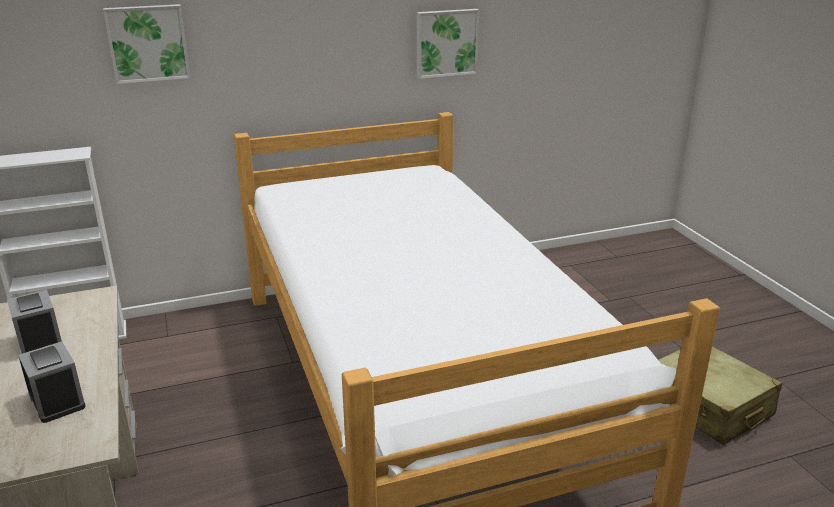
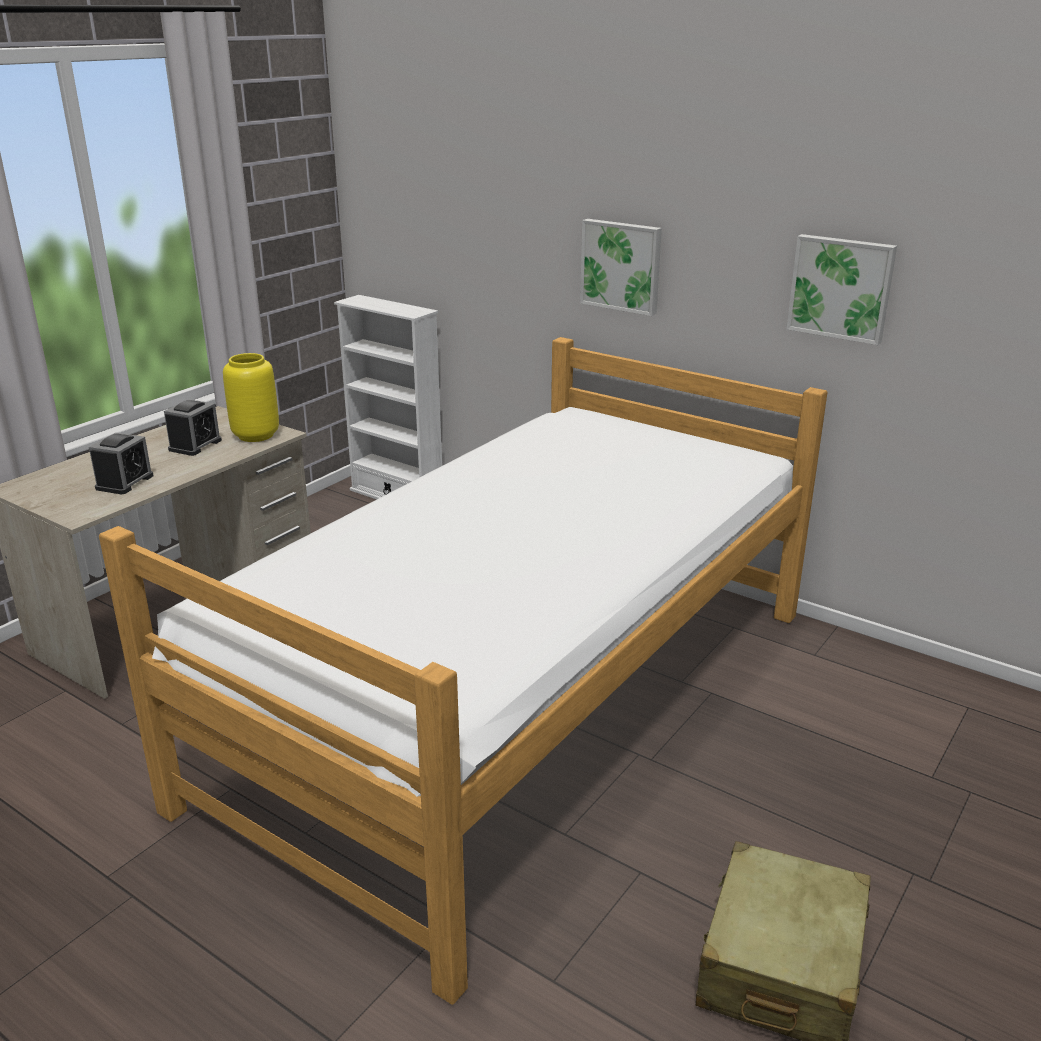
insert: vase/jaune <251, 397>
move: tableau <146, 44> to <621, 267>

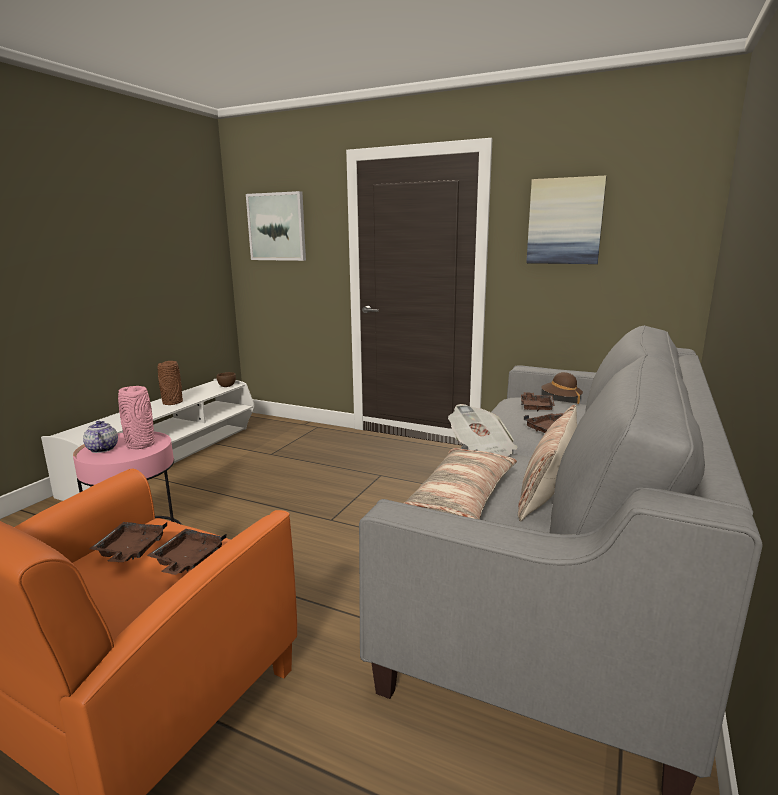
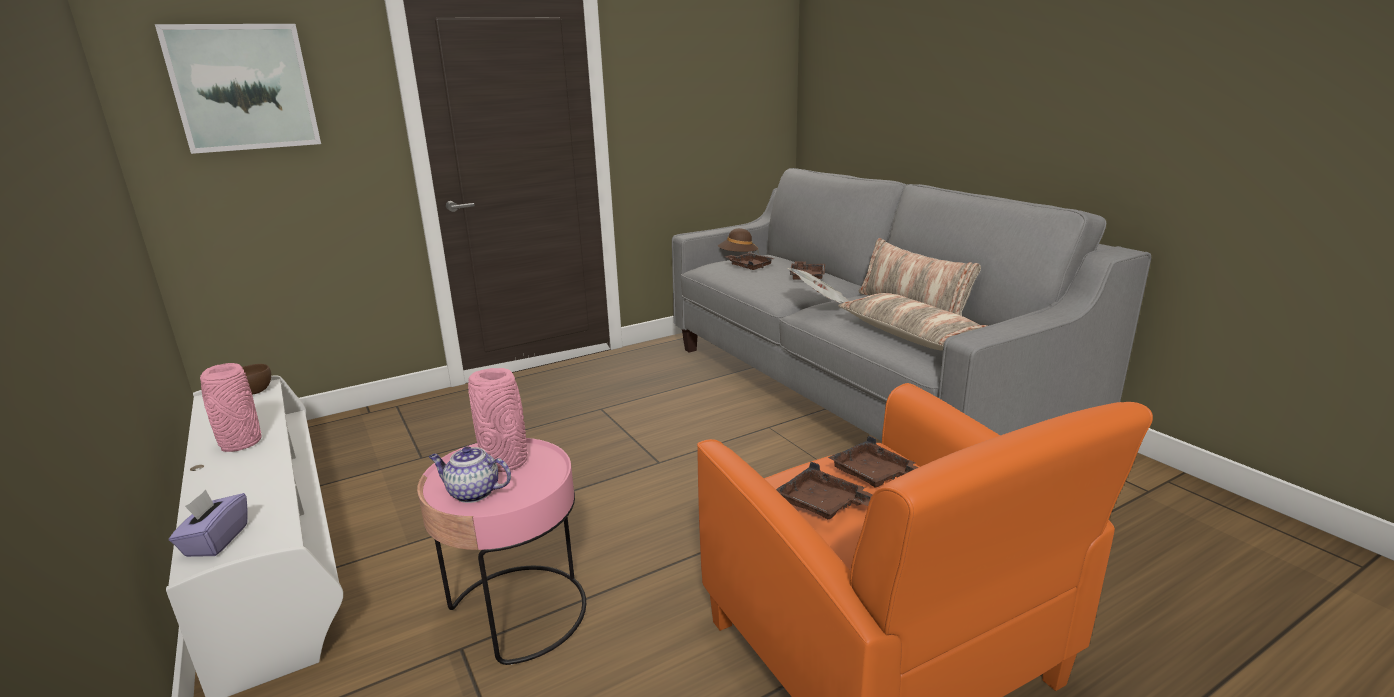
delete: tableau <566, 220>
insert: boîte à mouchoirs/violet <208, 523>
recolor: vase/marron <170, 383> to vase/rose <231, 407>

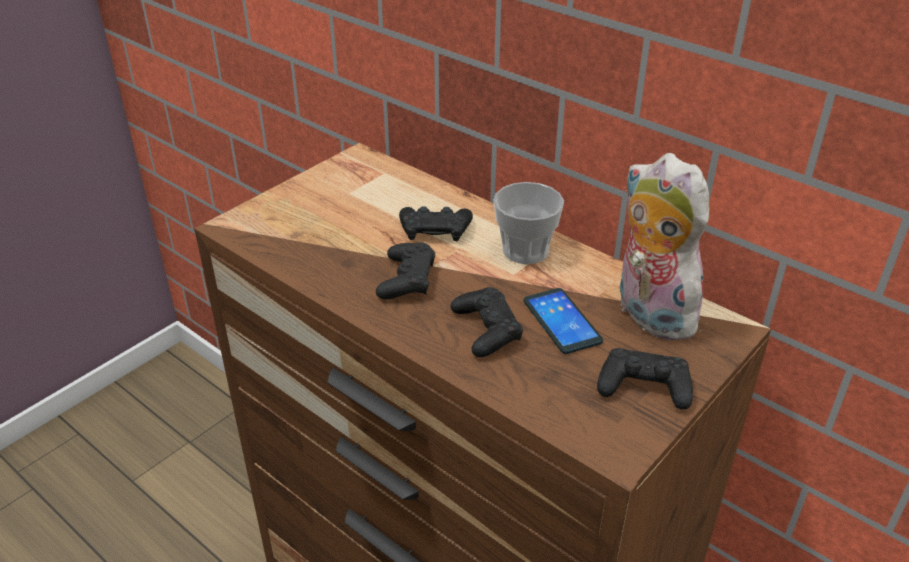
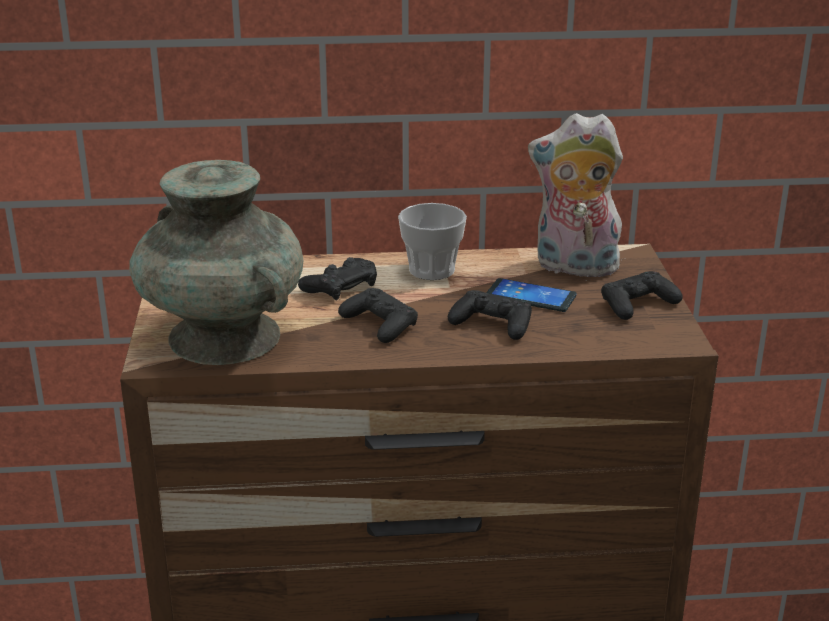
insert: vase/turquoise <216, 262>

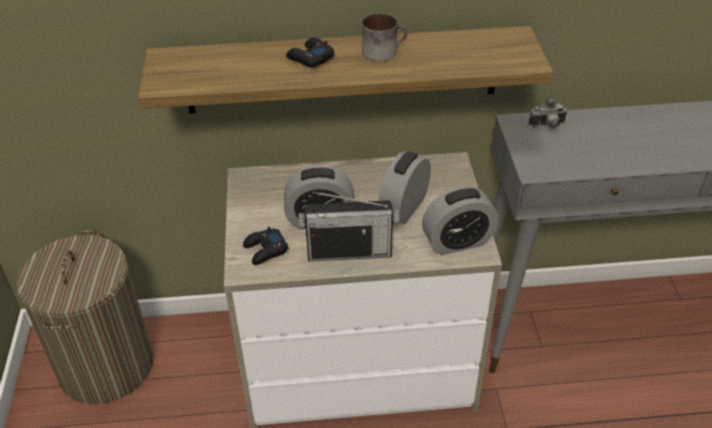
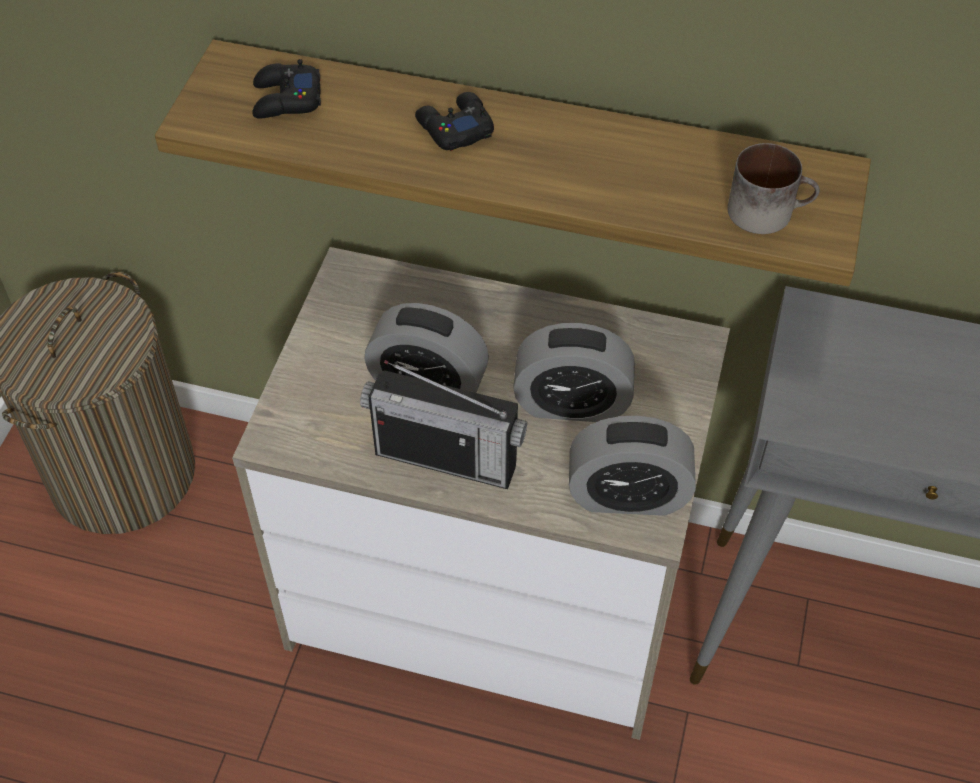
delete: appareil photo <548, 111>
move: mug <385, 37> to <773, 188>; manette/noir <265, 246> to <286, 89>
rotate: réveil <405, 187> = <574, 372> 135 degrees counterclockwise

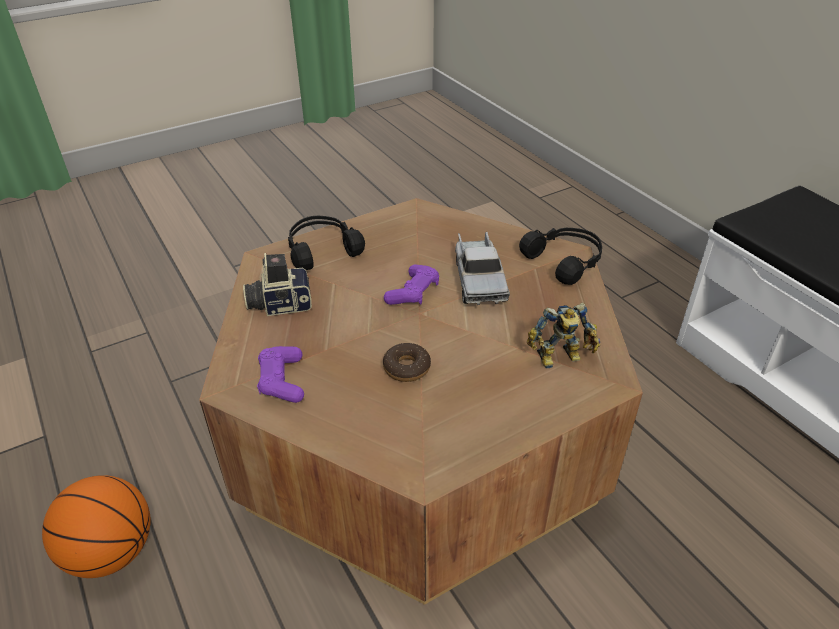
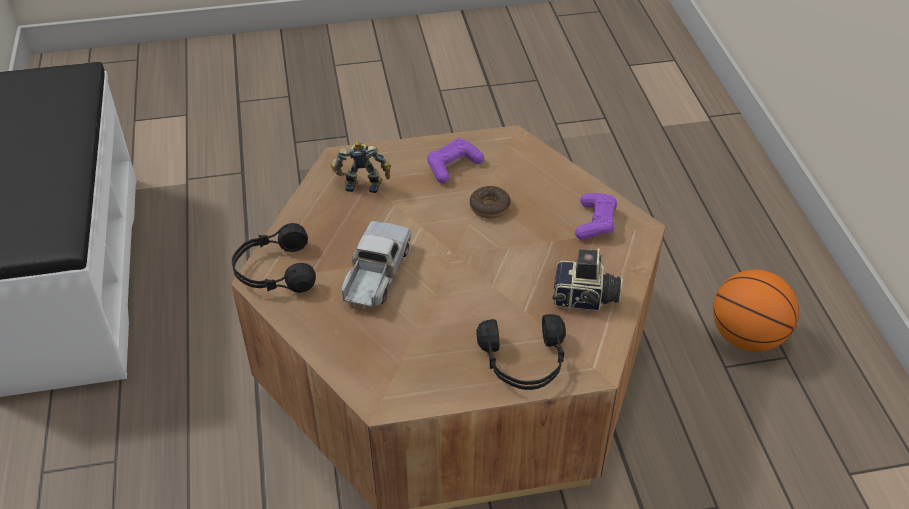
move: manette/violet <411, 284> to <455, 161>

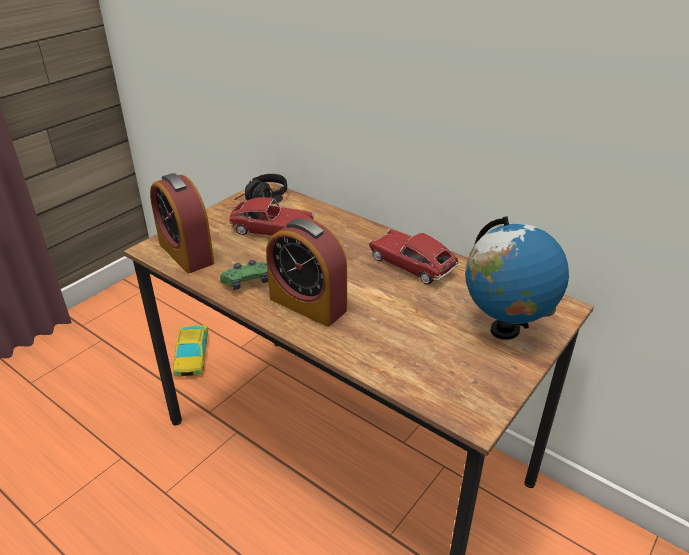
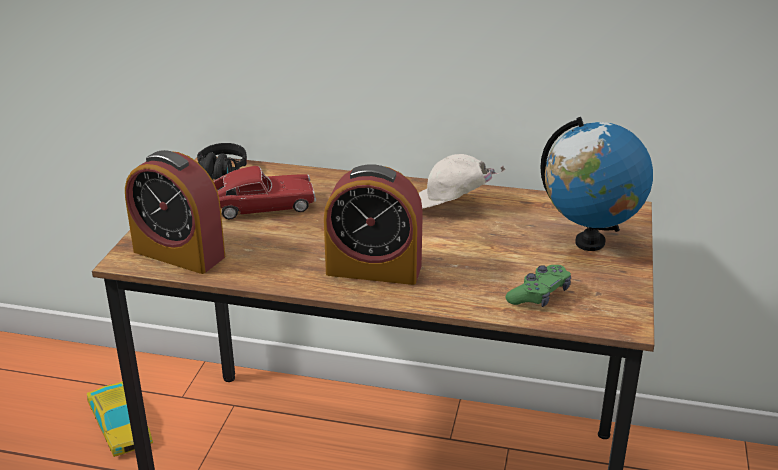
move: manette/vert <244, 275> to <538, 286>
replace: petite voiture <413, 257> to casquette/blanc <462, 181>

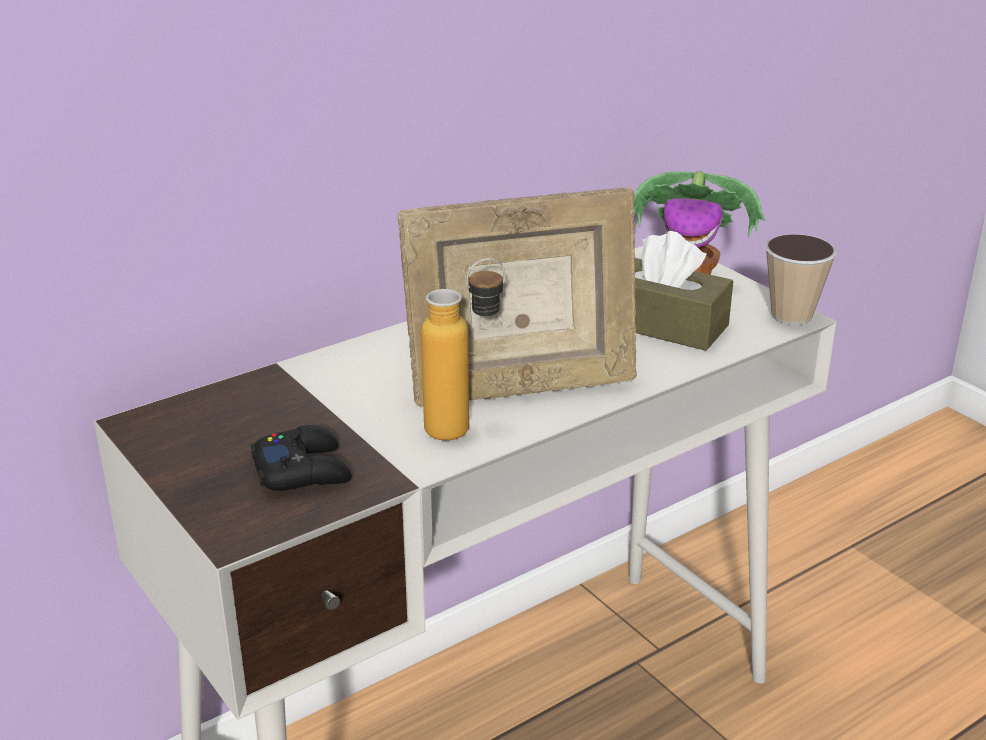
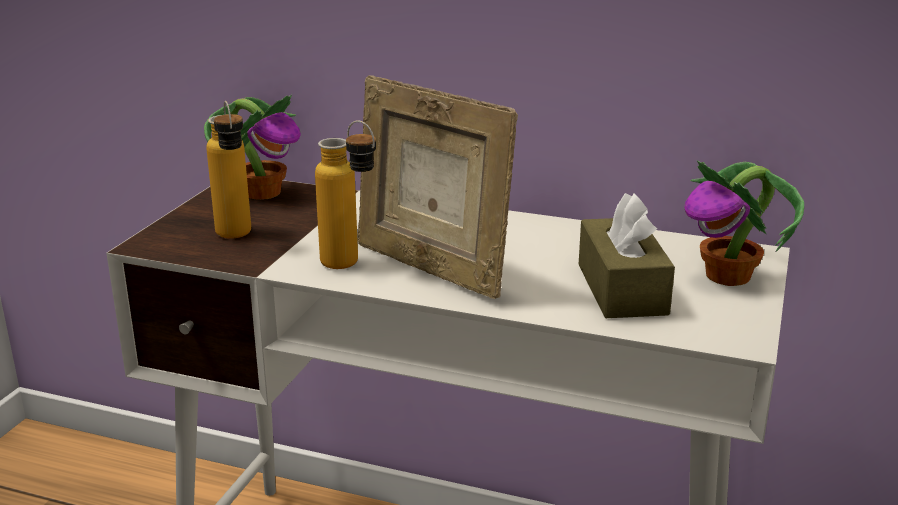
delete: tasse <801, 279>
insert: plante en pot <252, 147>
replace: manette/noir <301, 458> to bouteille <228, 170>

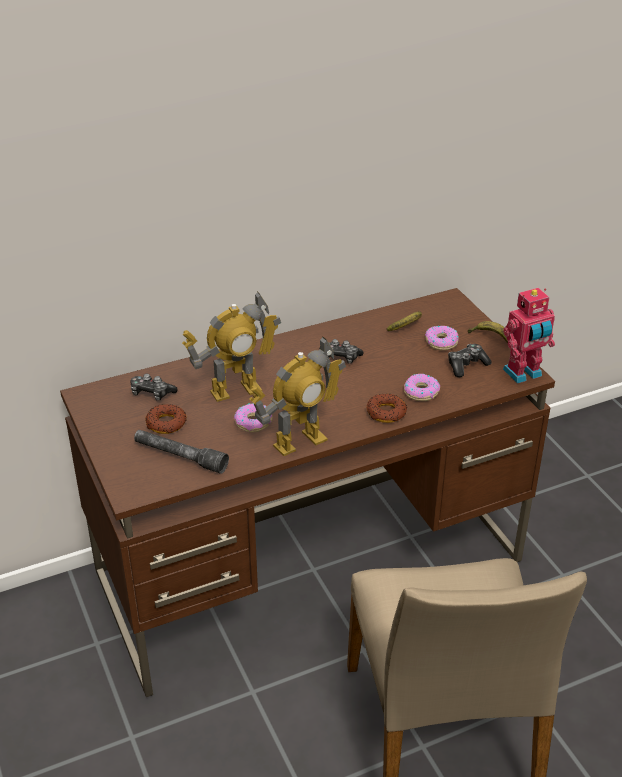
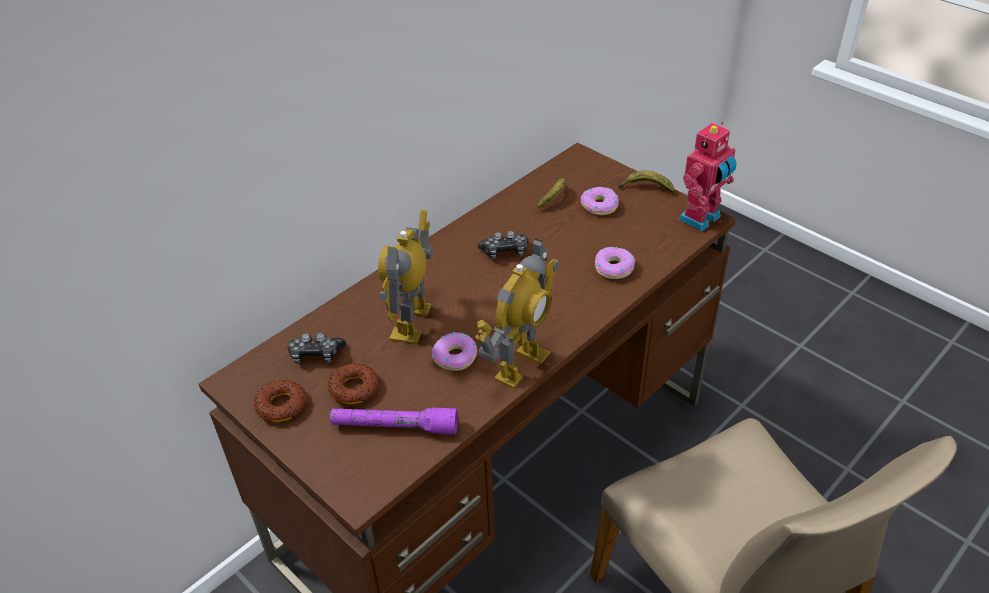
delete: manette <470, 360>
move: beignet <386, 408> to <280, 401>
recolor: lampe de poche/gris <181, 452> to lampe de poche/violet <394, 421>
rotate: robot jouet <231, 346> = <406, 277> 150 degrees clockwise

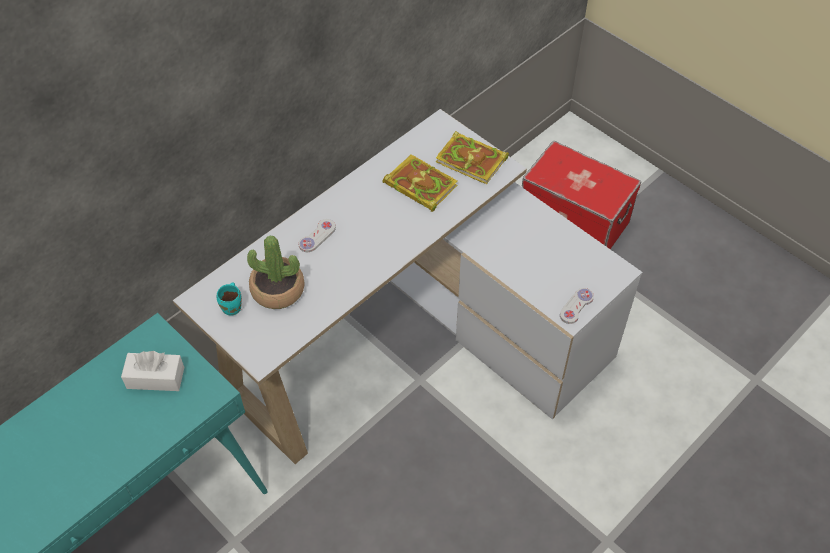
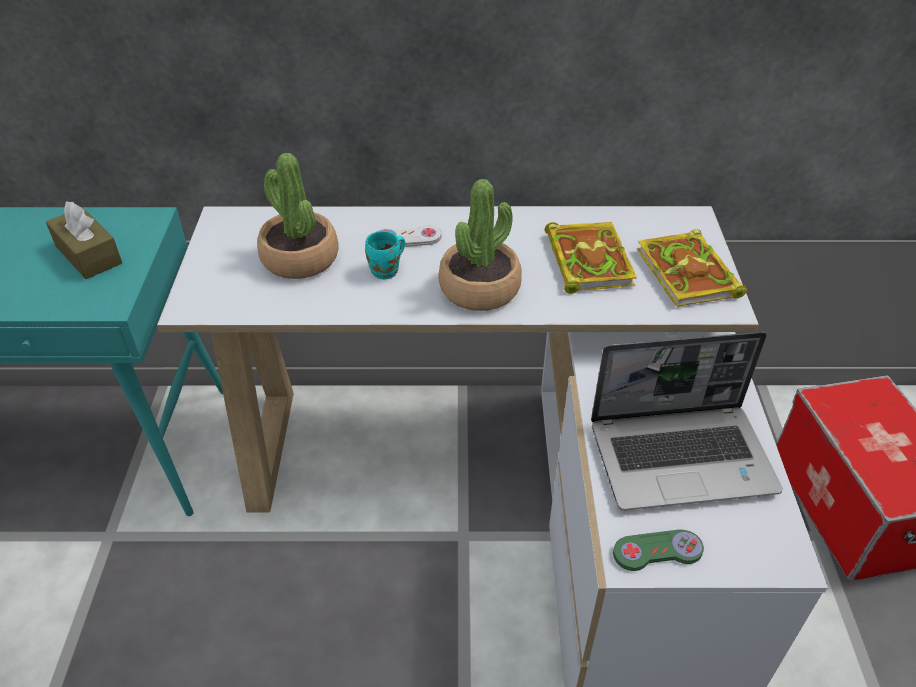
insert: plante en pot <480, 245>; ordinateur portable <687, 421>
move: mug/turquoise <229, 299> to <385, 255>
recolor: manette/blanc <577, 306> to manette/vert <658, 550>; boîte à mouchoirs/blanc <152, 371> to boîte à mouchoirs/marron <84, 240>

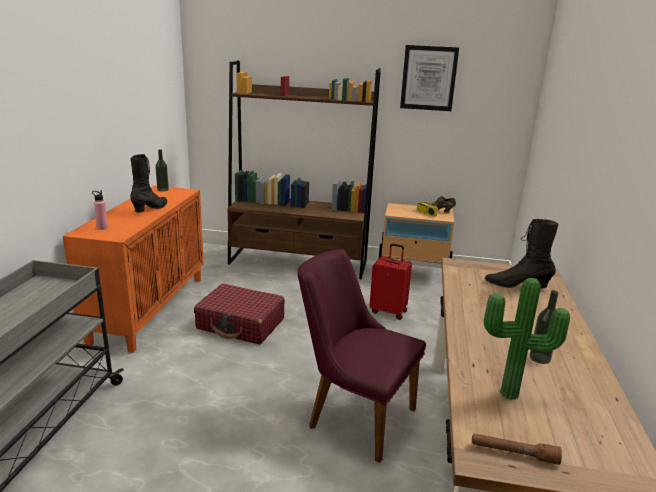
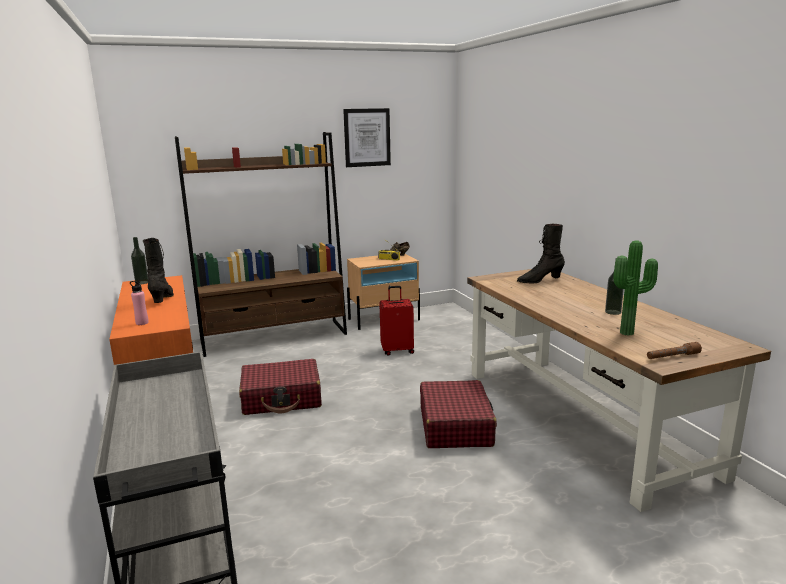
replace: chaise/violet <361, 356> to valise/rouge <458, 414>

